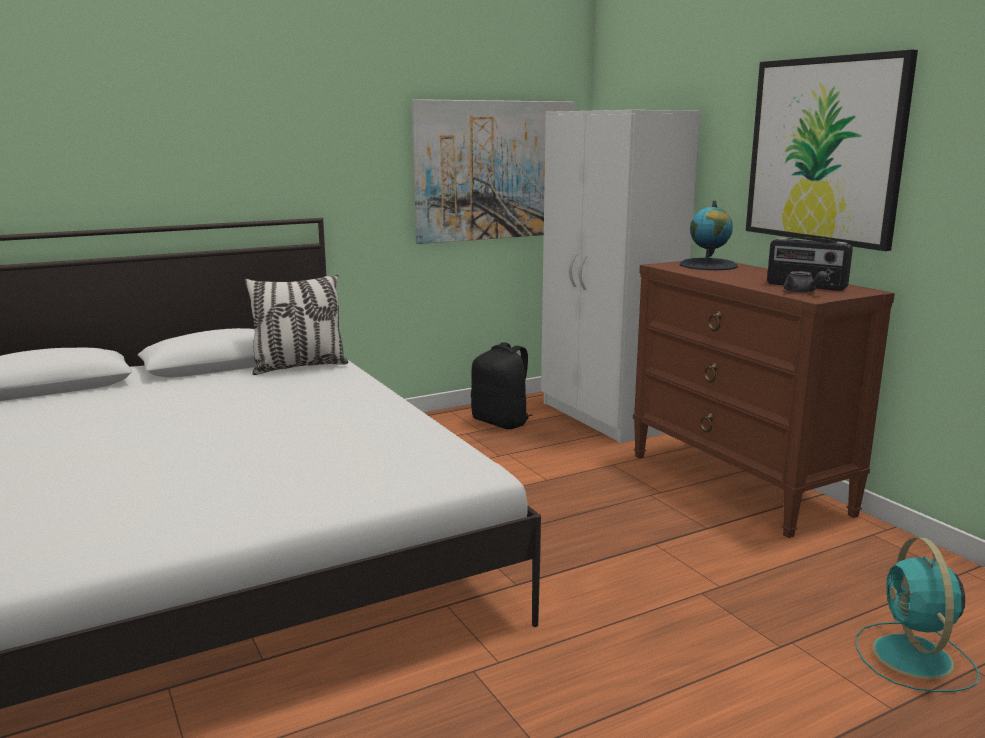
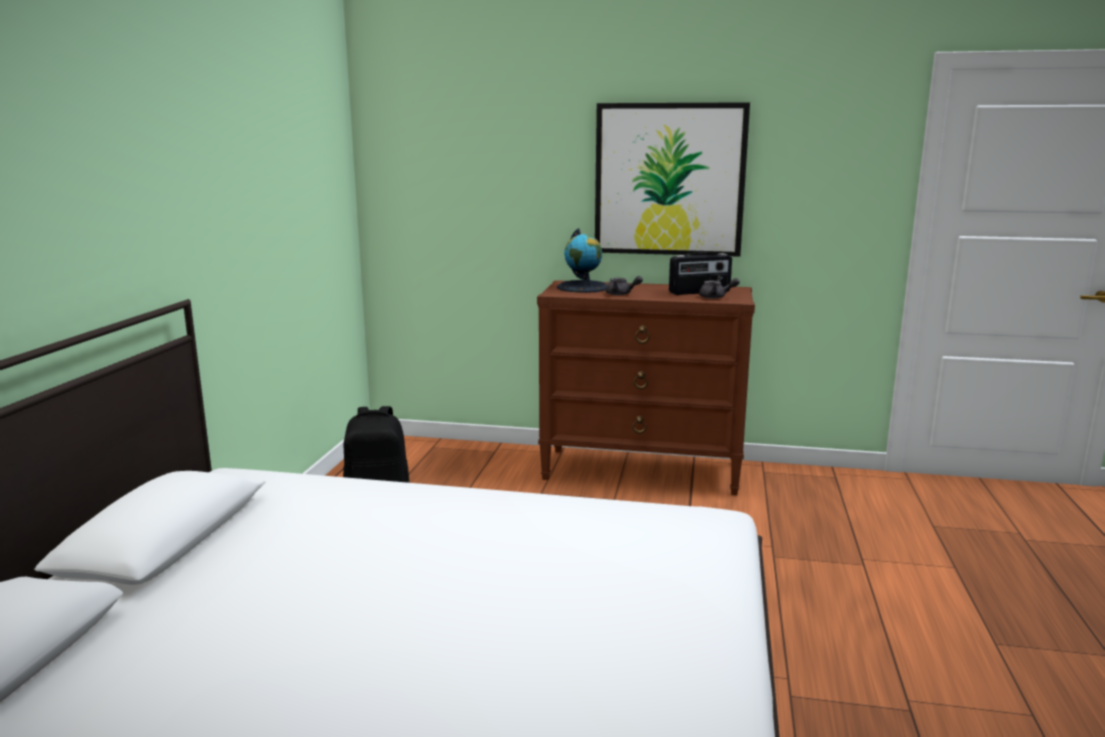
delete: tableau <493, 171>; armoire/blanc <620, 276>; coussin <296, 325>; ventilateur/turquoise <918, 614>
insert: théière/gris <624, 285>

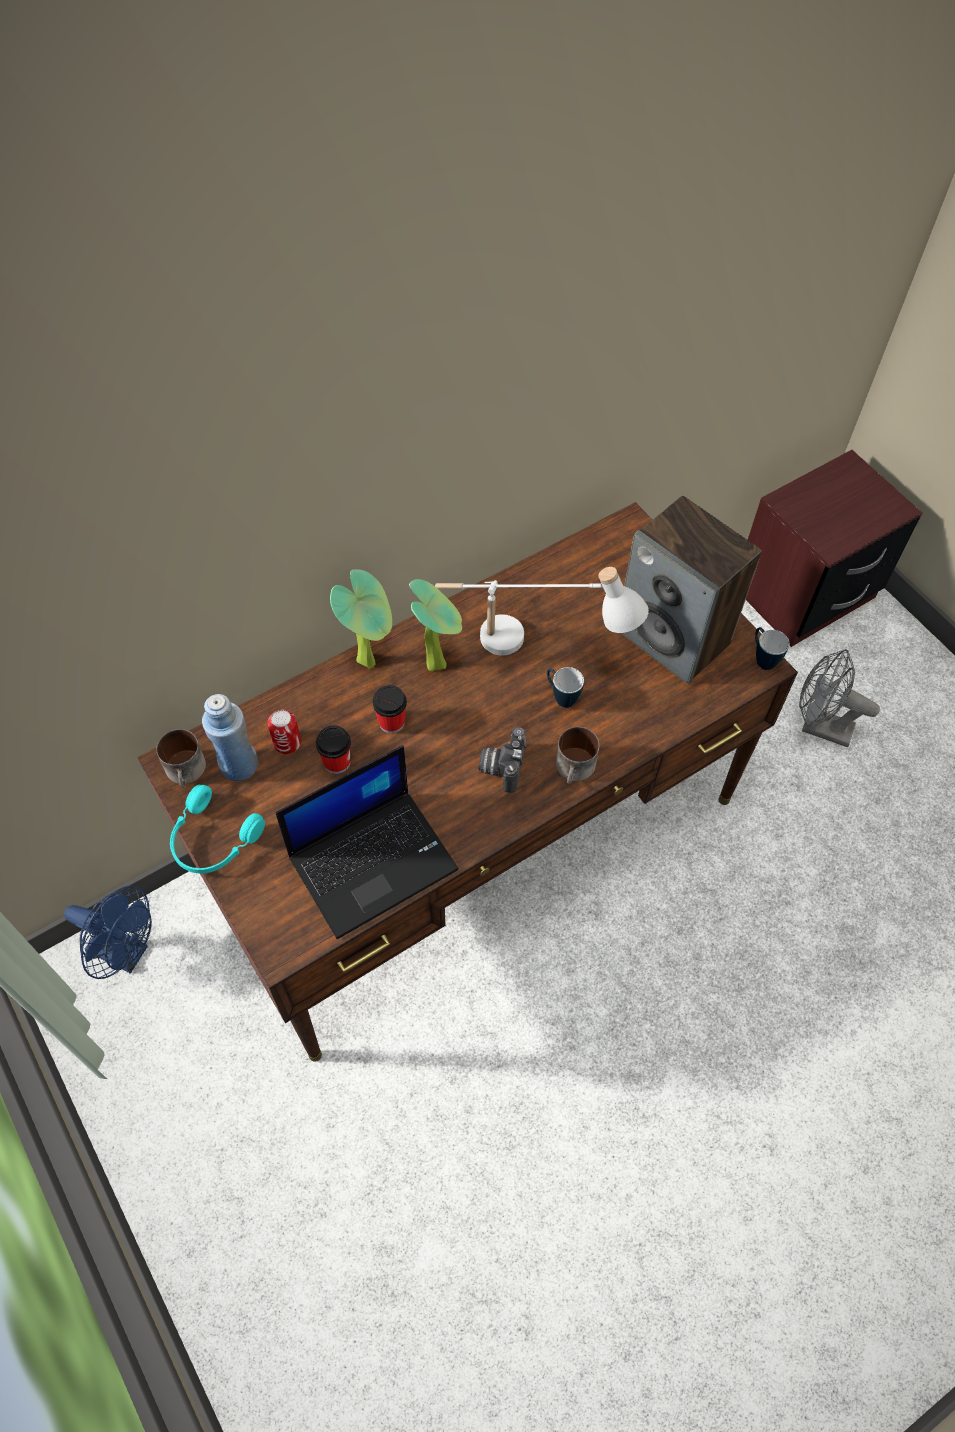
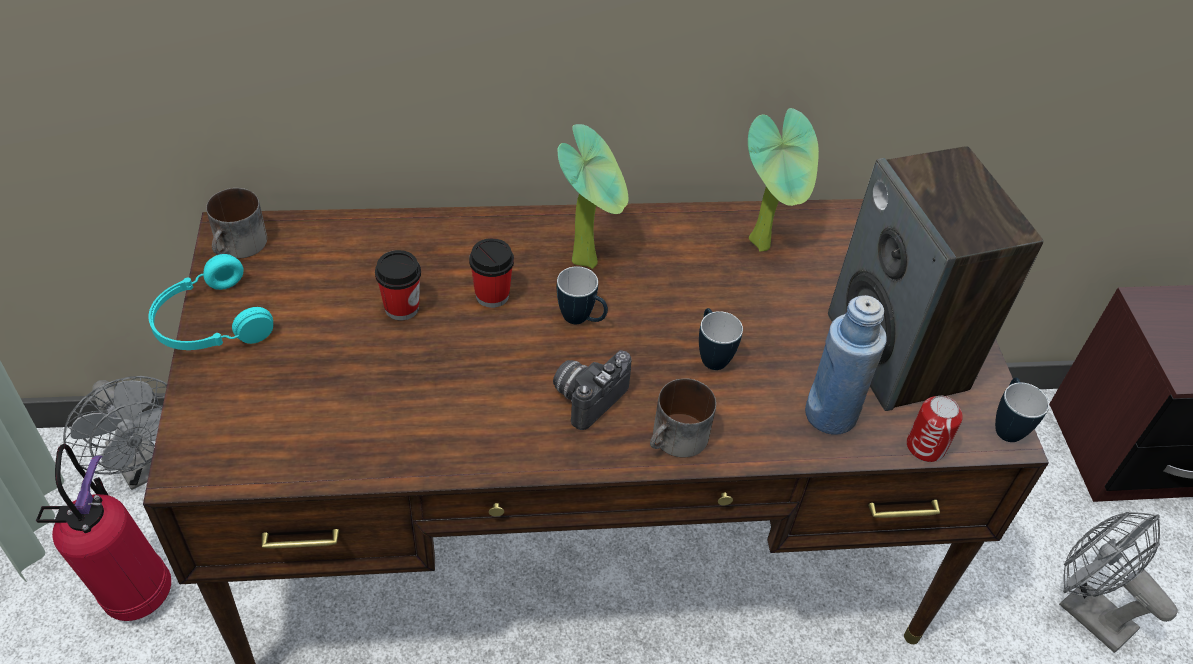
delete: lampe de table/blanc <542, 611>; ordinateur portable <367, 842>
insert: mug <582, 295>; extincteur <103, 532>
move: plante en pot <361, 619> to <783, 180>; bouteille/bleu <230, 737> to <846, 365>; boîte métallique <284, 732> to <935, 429>
recolor: ventilateur/bleu <108, 932> to ventilateur/gris <115, 433>

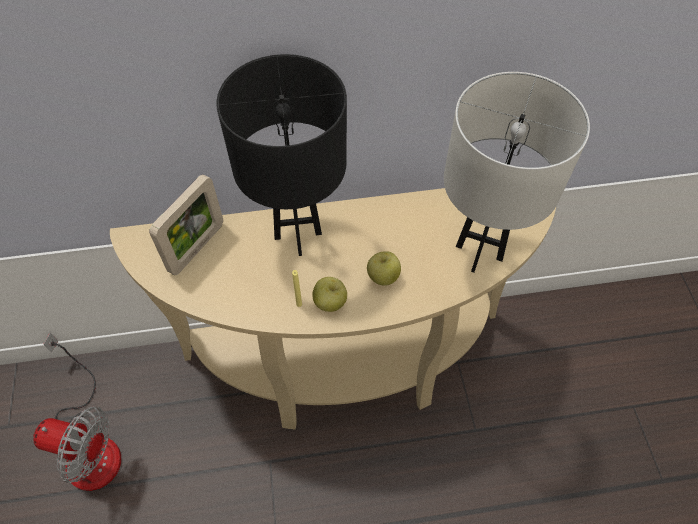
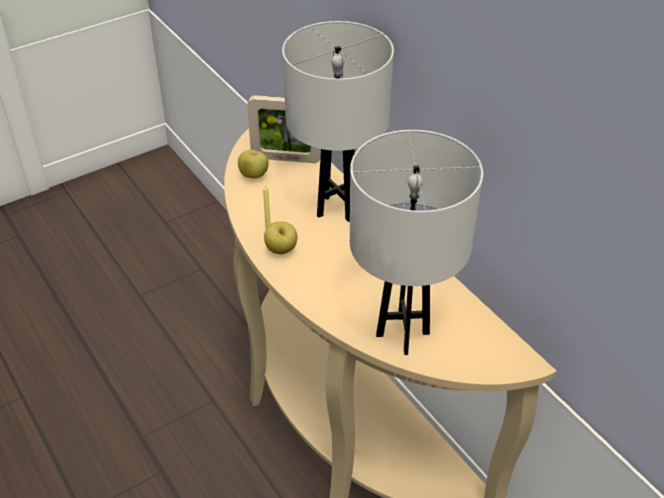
delete: ventilateur <77, 411>
move: pomme <384, 268> to <253, 164>
recolor: lampe de table/noir <281, 155> to lampe de table/blanc <338, 121>

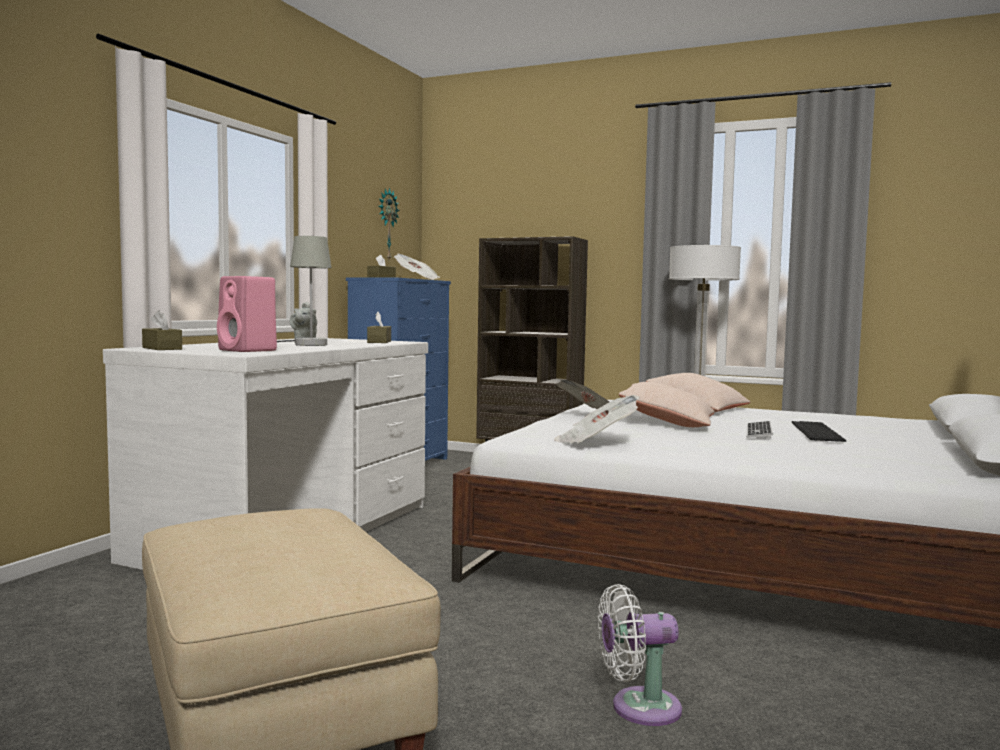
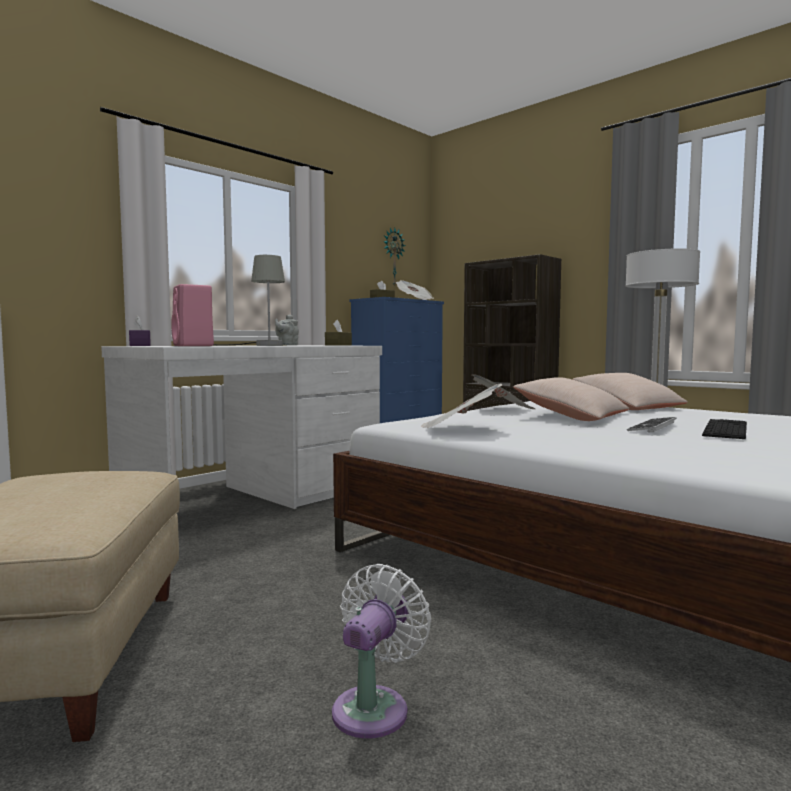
recolor: boîte à mouchoirs/marron <162, 330> to boîte à mouchoirs/violet <140, 331>
rotate: ventilateur/blanc <640, 655> = <381, 651> 105 degrees clockwise

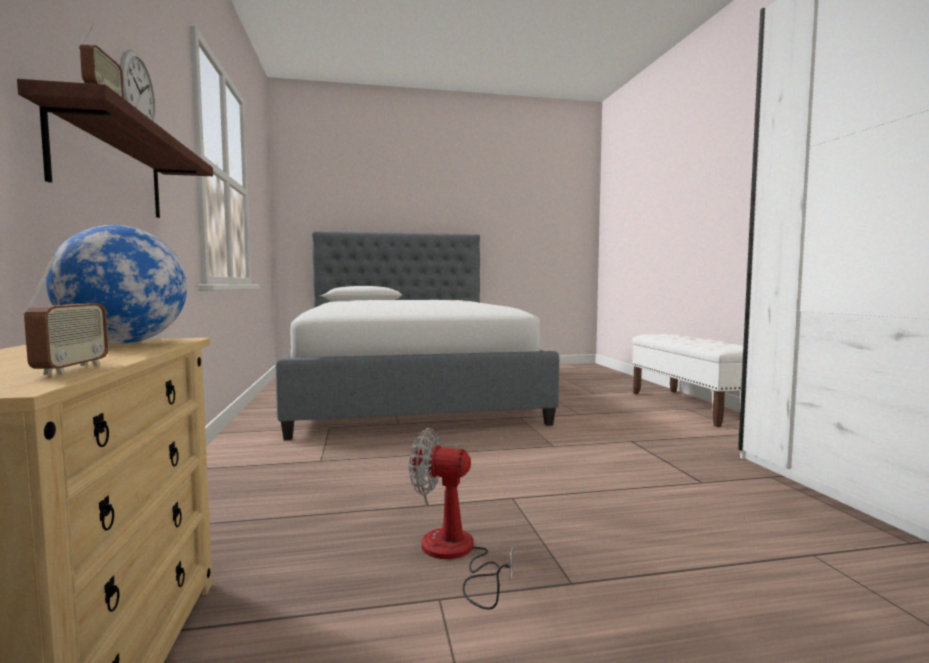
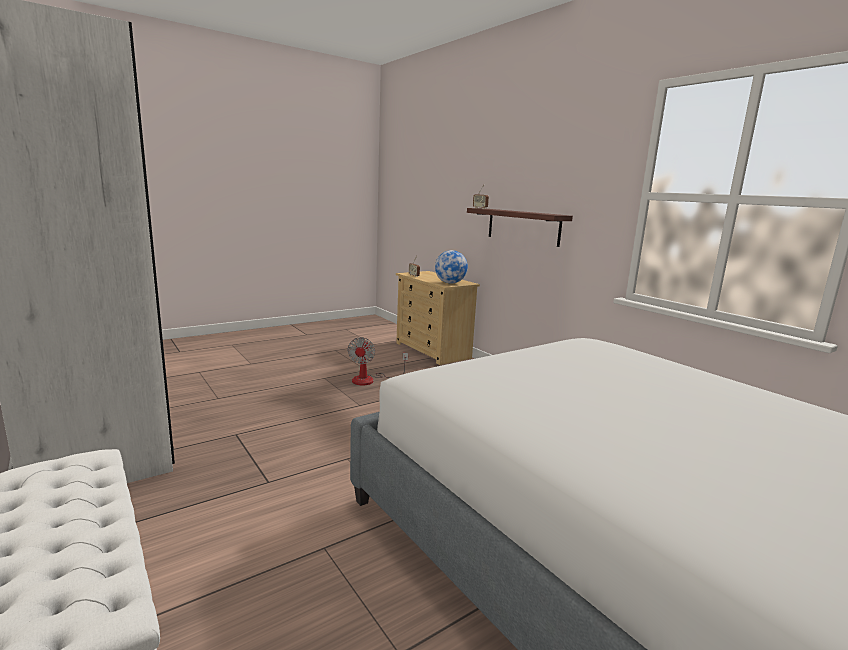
delete: horloge murale <137, 85>
rotate: ventilateur <461, 519> = <377, 361> 105 degrees clockwise

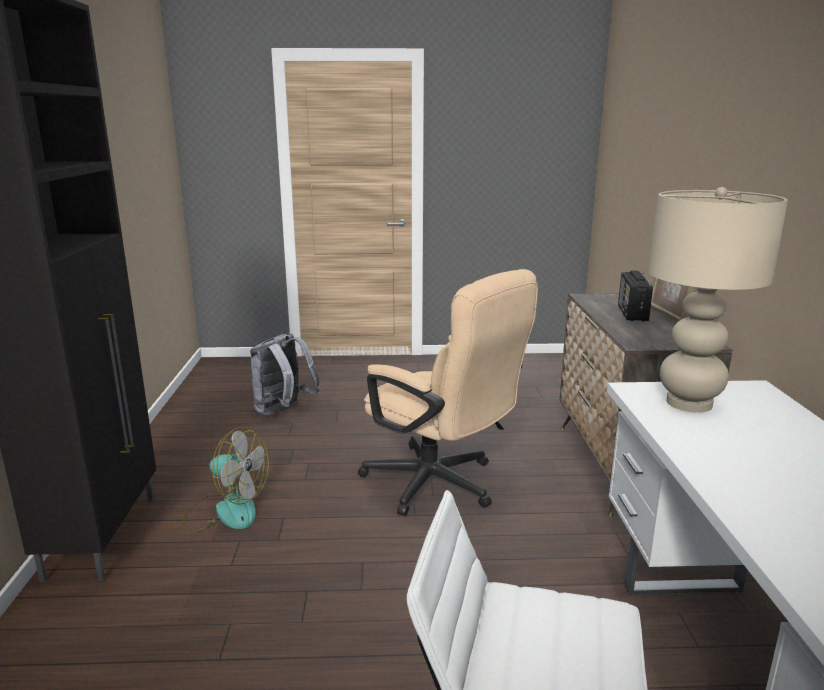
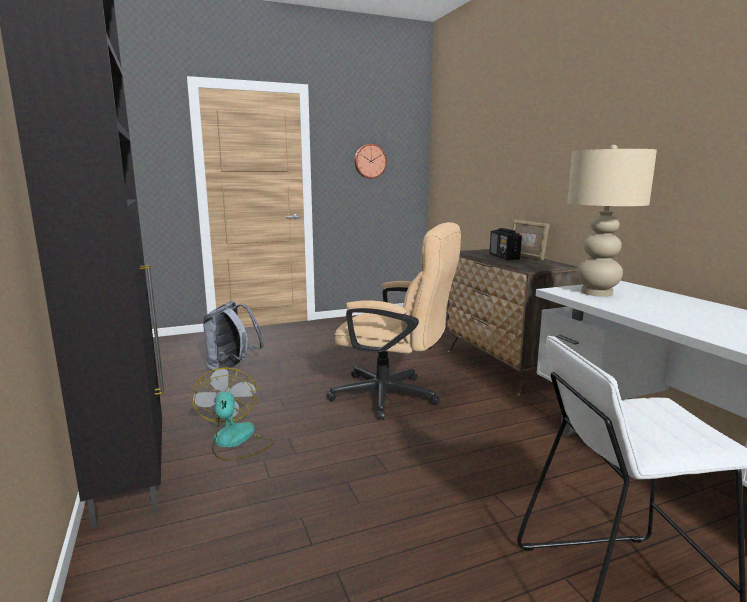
insert: horloge murale <370, 161>
rotate: ventilateur <226, 480> = <232, 414> 105 degrees counterclockwise

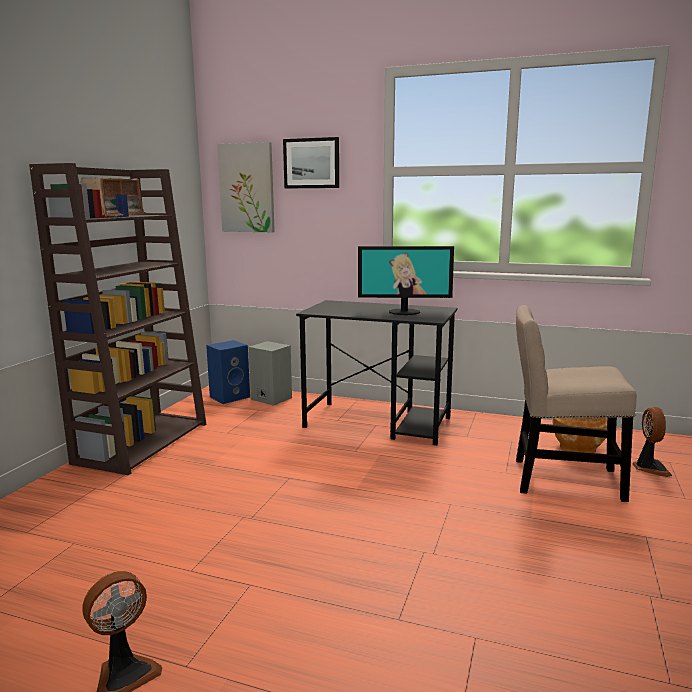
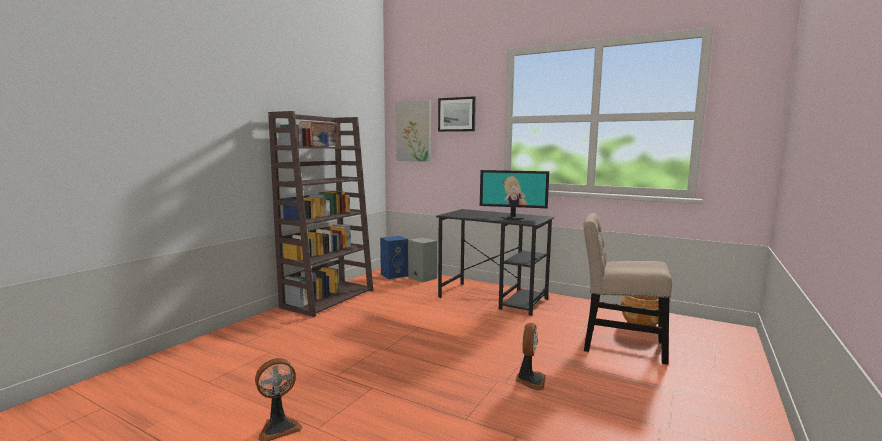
move: ventilateur <652, 442> to <530, 357>

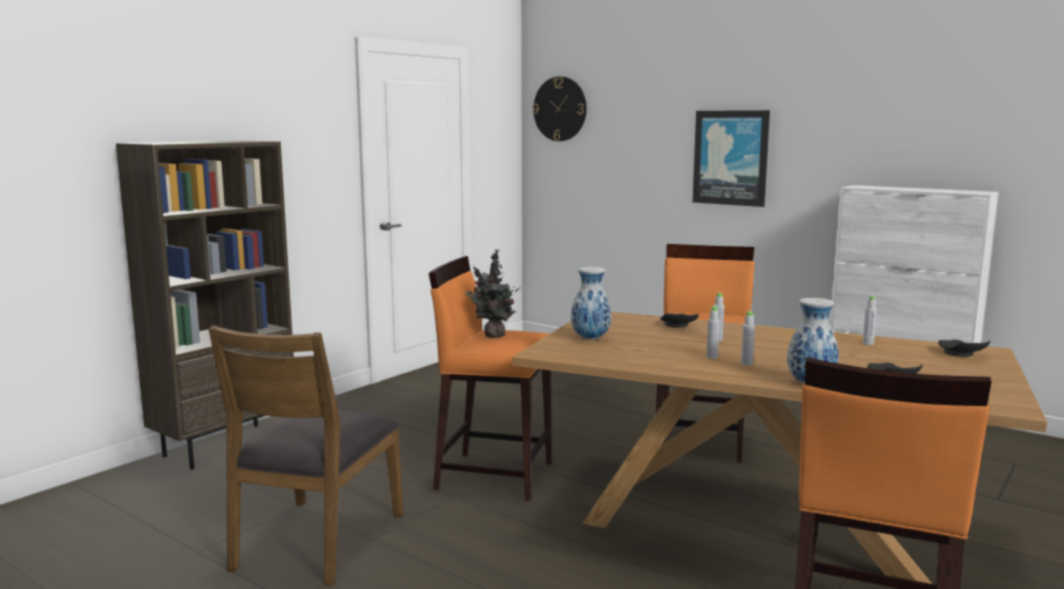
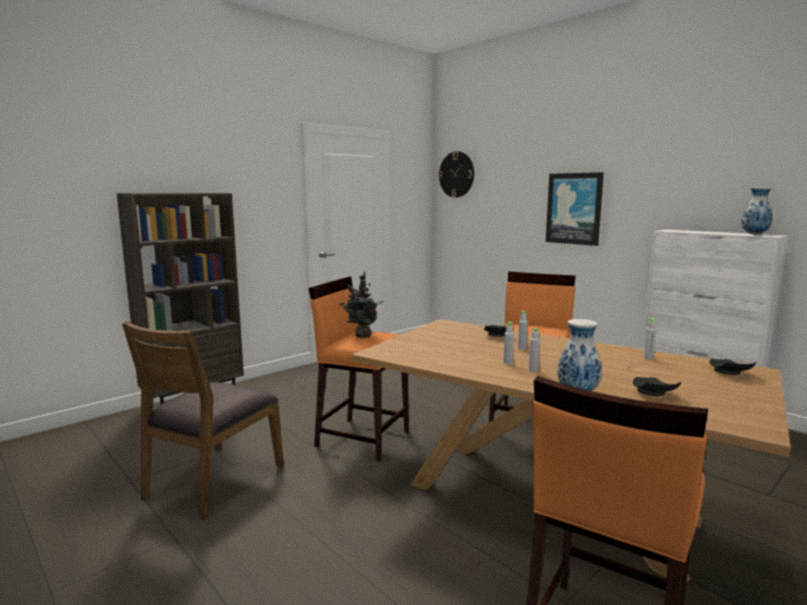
move: vase <591, 303> to <757, 210>

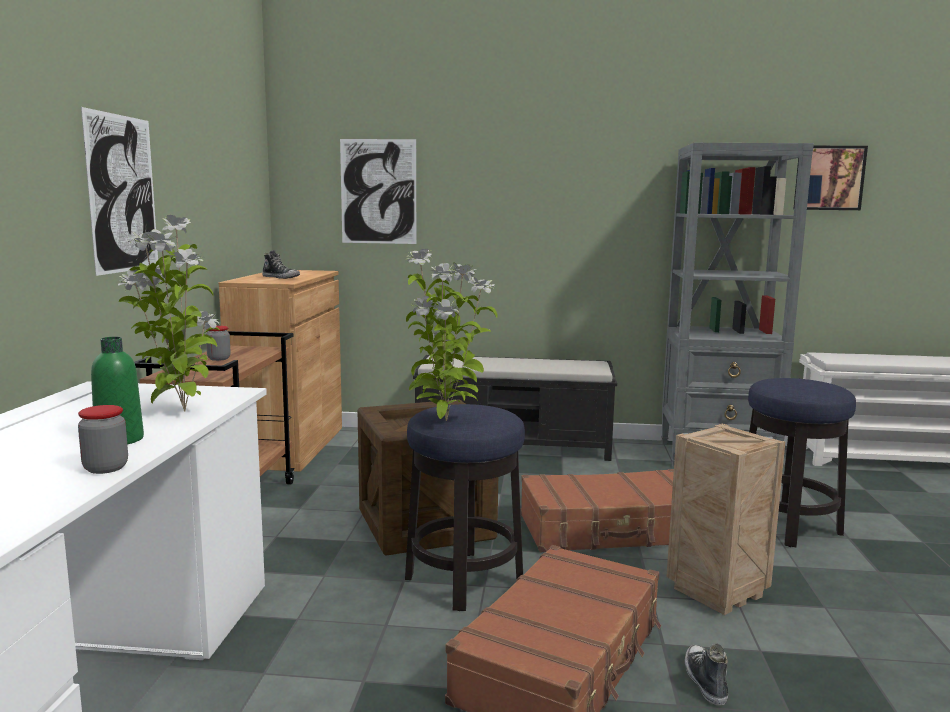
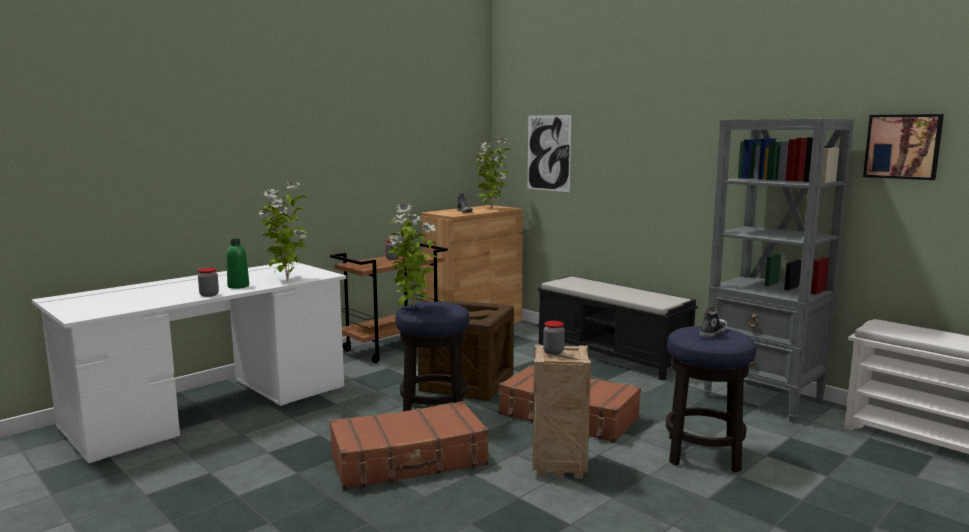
delete: tableau <120, 191>
insert: plante en pot <493, 173>; bocal <554, 338>
move: chaussure <706, 674> to <713, 322>

